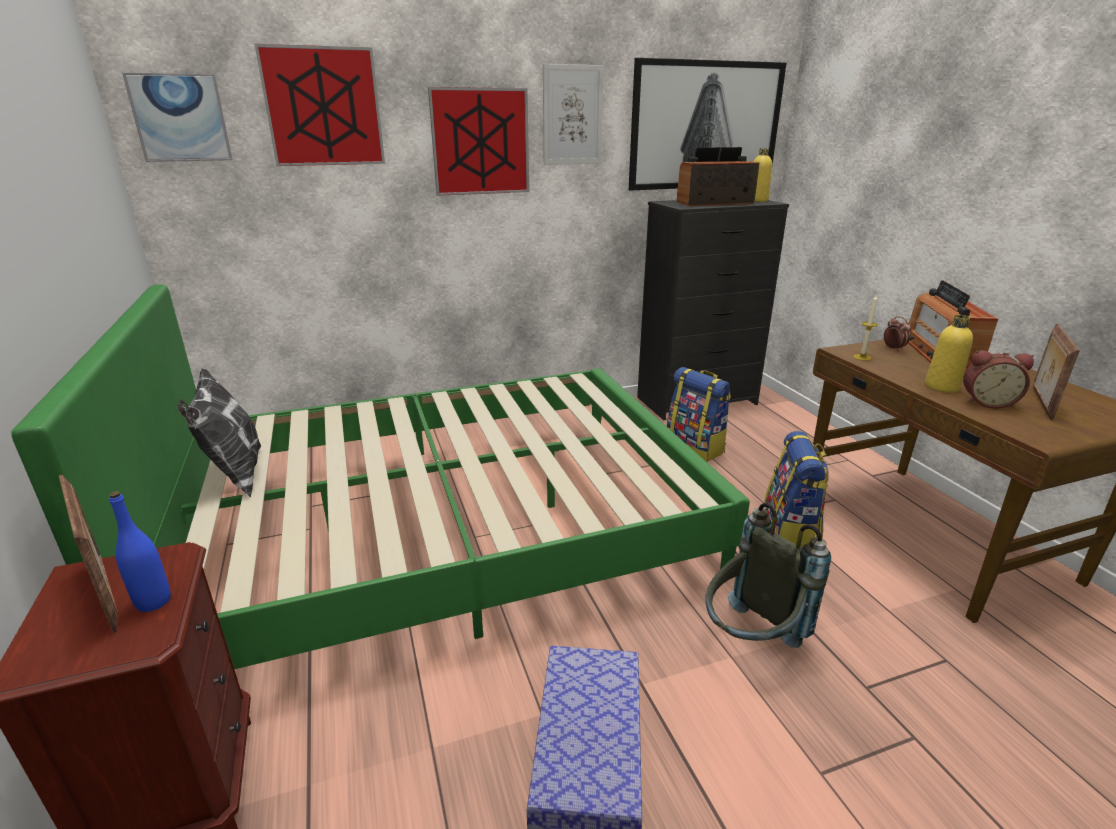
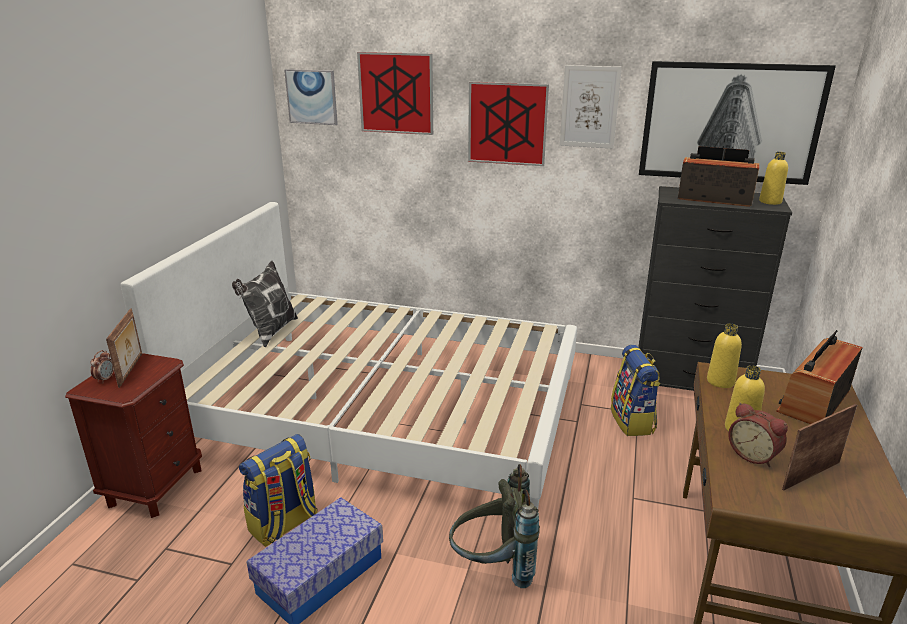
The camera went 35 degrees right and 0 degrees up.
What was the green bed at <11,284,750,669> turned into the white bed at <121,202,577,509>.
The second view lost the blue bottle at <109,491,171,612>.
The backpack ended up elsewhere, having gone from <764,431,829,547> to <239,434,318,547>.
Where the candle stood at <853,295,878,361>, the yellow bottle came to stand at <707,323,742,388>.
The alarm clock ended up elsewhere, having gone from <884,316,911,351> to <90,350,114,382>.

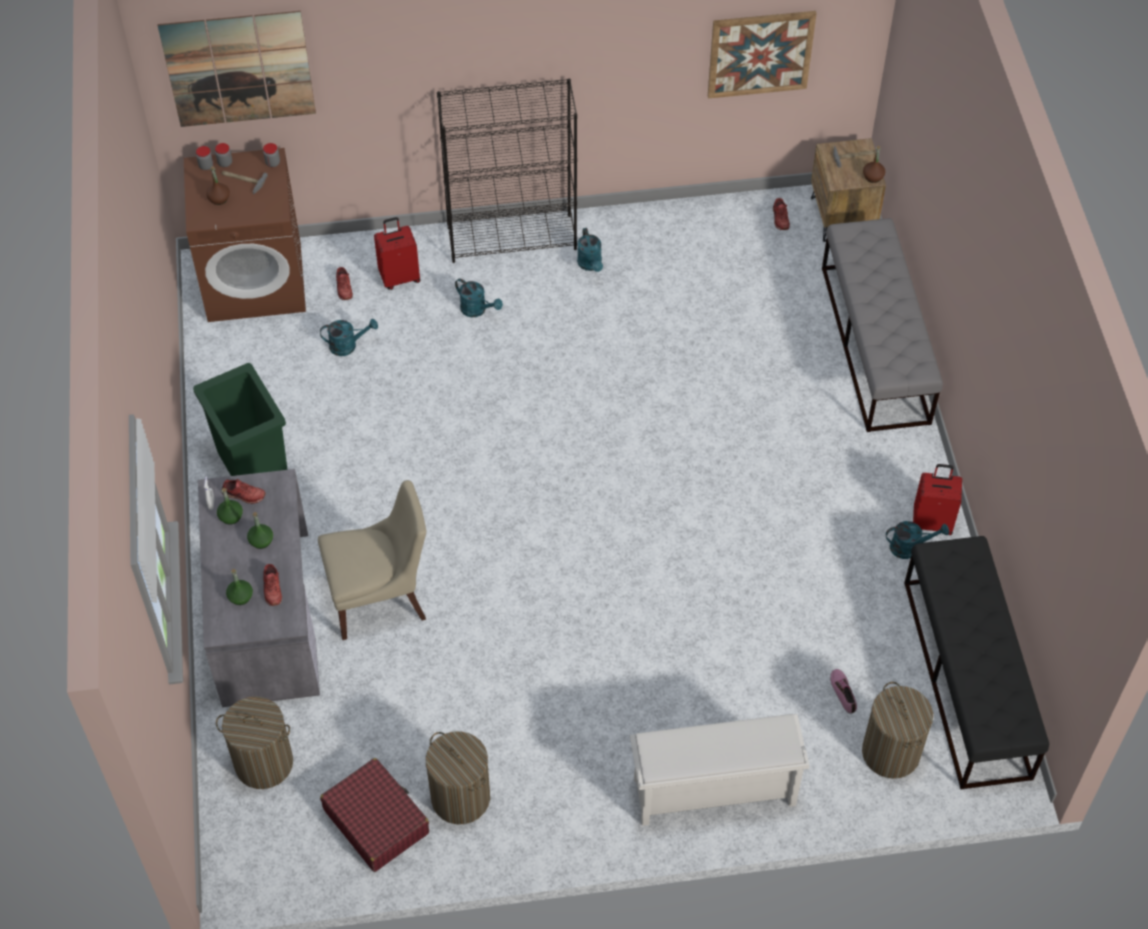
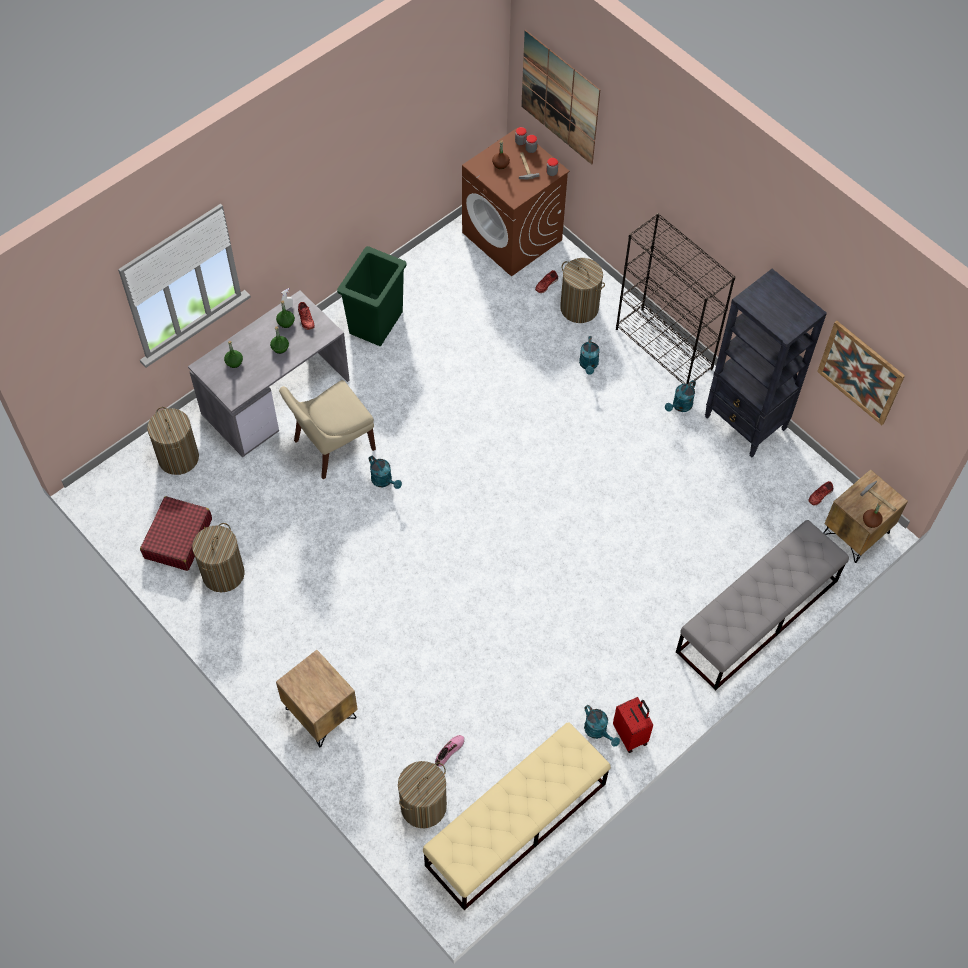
The camera went 55 degrees right and 5 degrees up.
The second view lost the red shoe at <263,564,282,606>.
The beige chair at <318,480,426,640> ended up facing another way, 105 degrees clockwise from before.
The turquoise watering can ended up elsewhere, having gone from <320,319,378,356> to <369,455,402,489>.
Where the red suitcase stood at <374,217,420,290>, the laundry basket came to stand at <560,258,605,323>.
Where the white shoe rack stood at <630,714,809,826>, the brown nightstand came to stand at <276,650,358,747>.
What was the black bench at <904,536,1049,790> turned into the beige bench at <423,722,611,911>.
The second view gained the black bookcase at <705,269,827,458>.

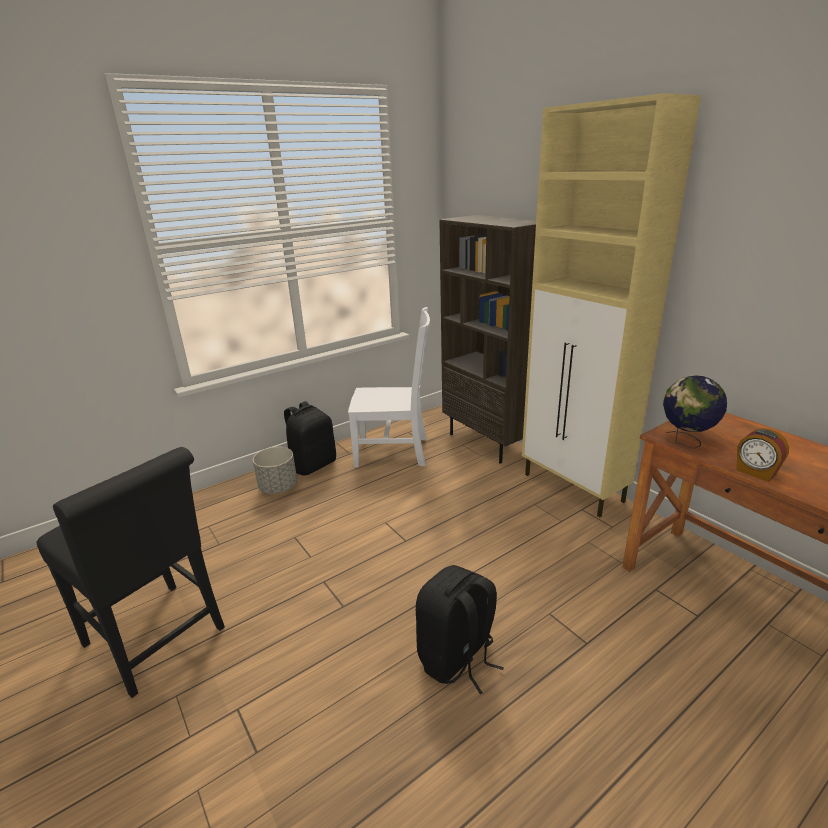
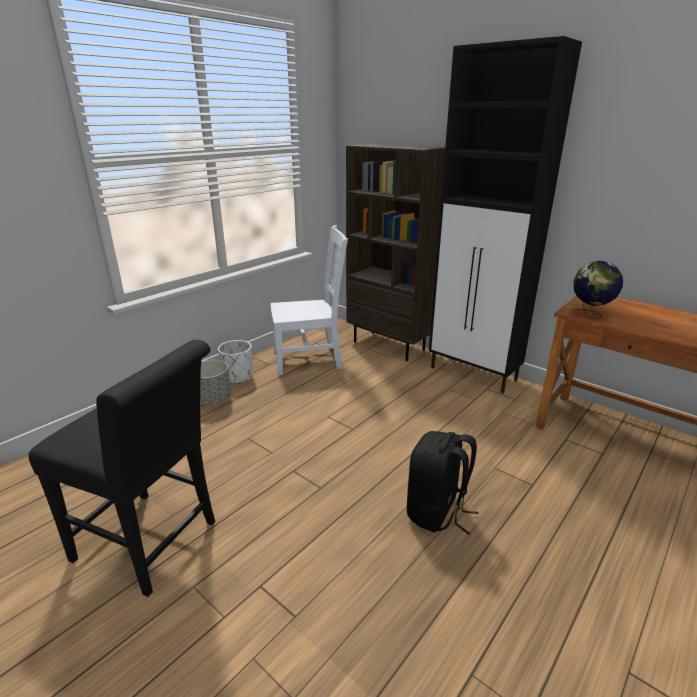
The camera went 15 degrees left and 0 degrees up.
Where the black backpack stood at <284,401,336,476>, the white planter came to stand at <218,340,253,384>.
What was the beige cabinet at <522,93,701,517> turned into the black cabinet at <429,36,582,393>.
The second view lost the alarm clock at <736,428,789,482>.

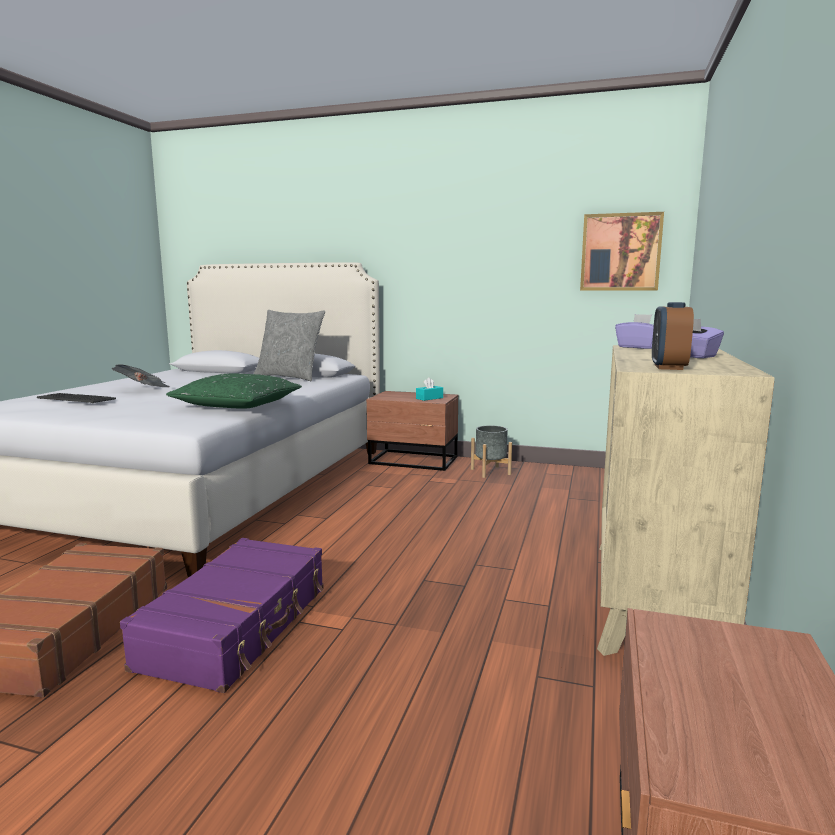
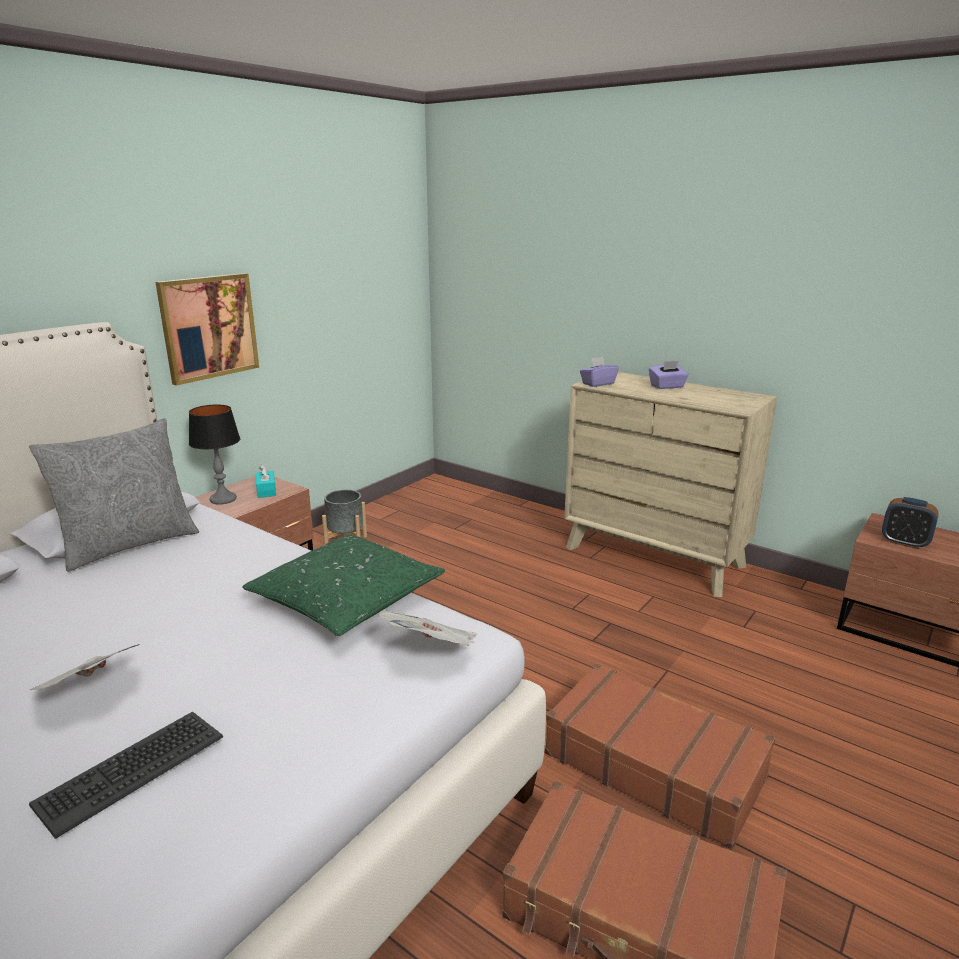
The camera went 70 degrees left and 10 degrees up.
What was the purple suitcase at <120,538,323,693> turned into the brown suitcase at <545,664,775,850>.
The picture ended up elsewhere, having gone from <580,212,664,291> to <155,273,259,386>.
The alarm clock ended up elsewhere, having gone from <652,302,694,370> to <882,497,939,549>.
The second view gained the table lamp at <189,405,240,504>.
The second view gained the newspaper at <378,611,477,646>.

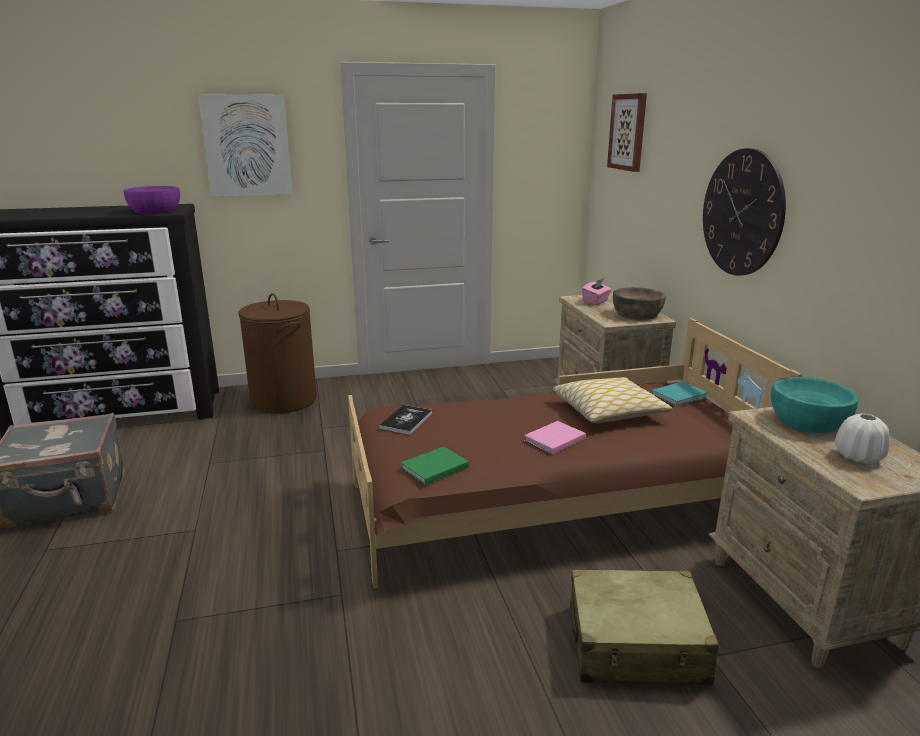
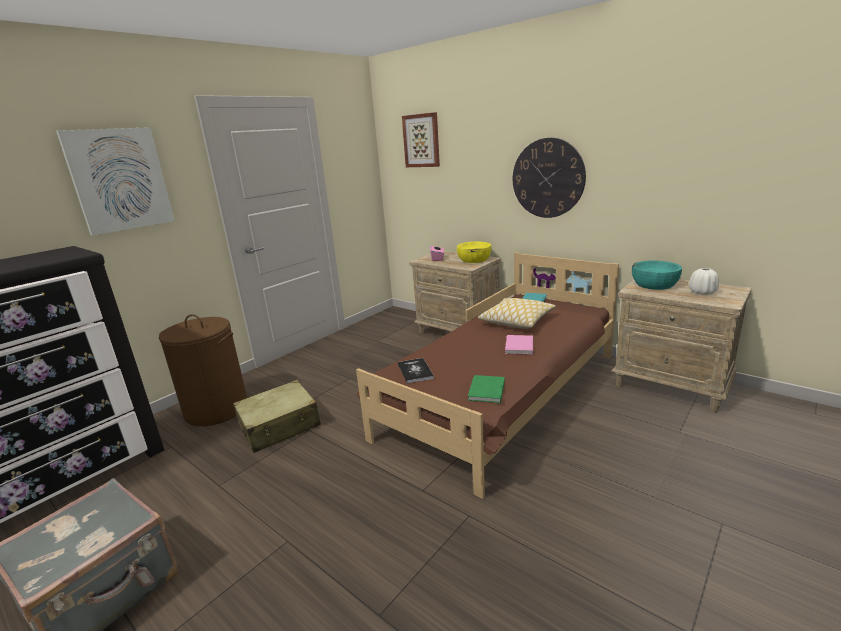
The camera went 35 degrees left and 0 degrees up.
The second view lost the purple bowl at <124,186,180,214>.
The beige suitcase ended up elsewhere, having gone from <570,570,719,685> to <233,380,321,453>.
What was the brown bowl at <613,287,665,320> turned into the yellow bowl at <457,242,491,263>.

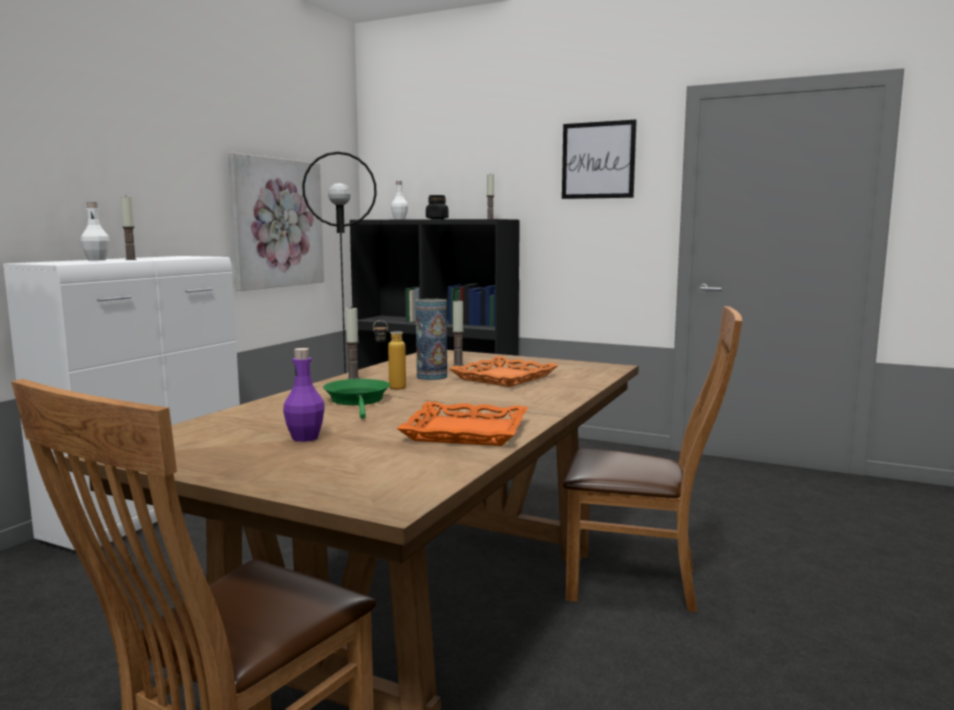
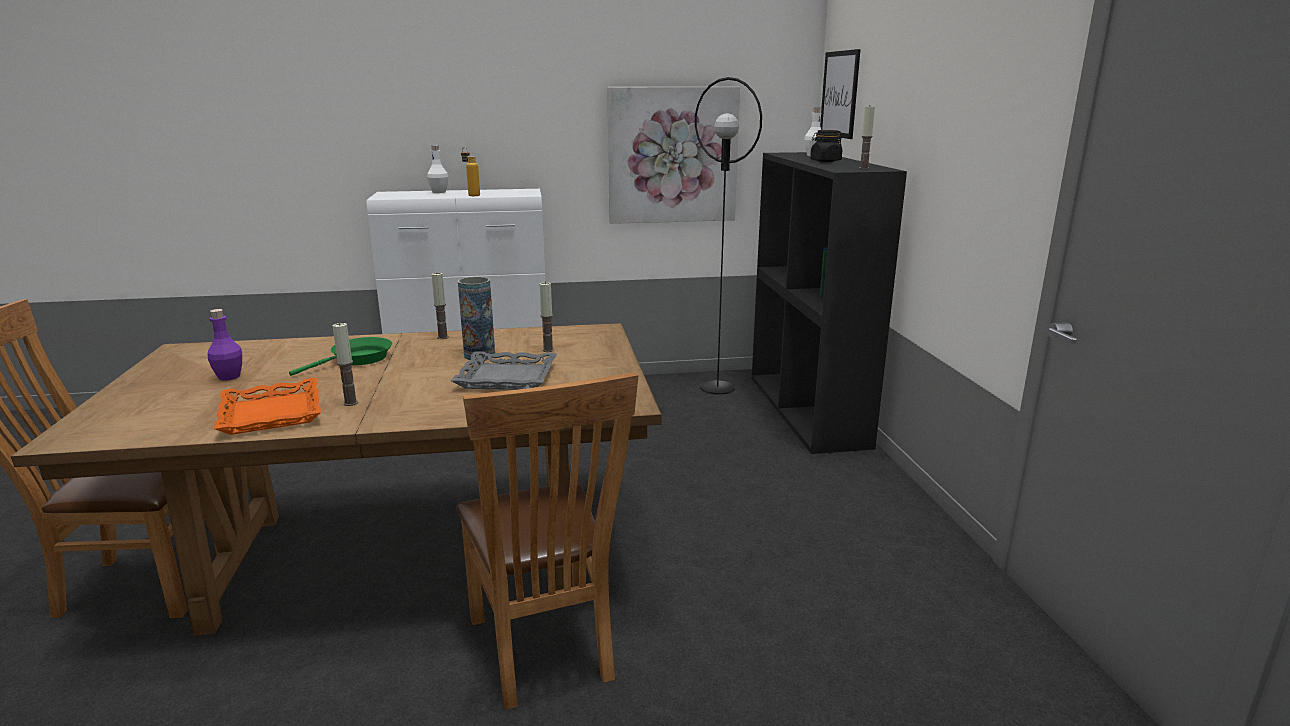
The camera went 55 degrees right and 10 degrees up.
The candle ended up elsewhere, having gone from <120,197,137,260> to <333,322,358,406>.
The bottle ended up elsewhere, having gone from <373,320,406,390> to <461,147,480,196>.
What was the orange tray at <449,356,559,387> turned into the grey tray at <451,351,557,390>.
The picture ended up elsewhere, having gone from <562,120,637,199> to <820,49,861,139>.

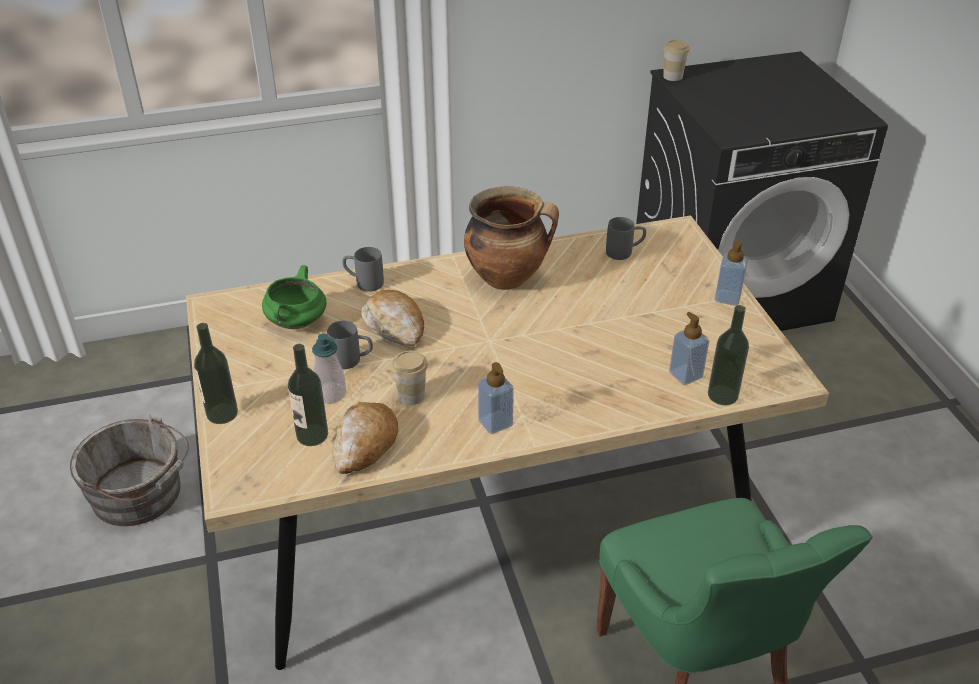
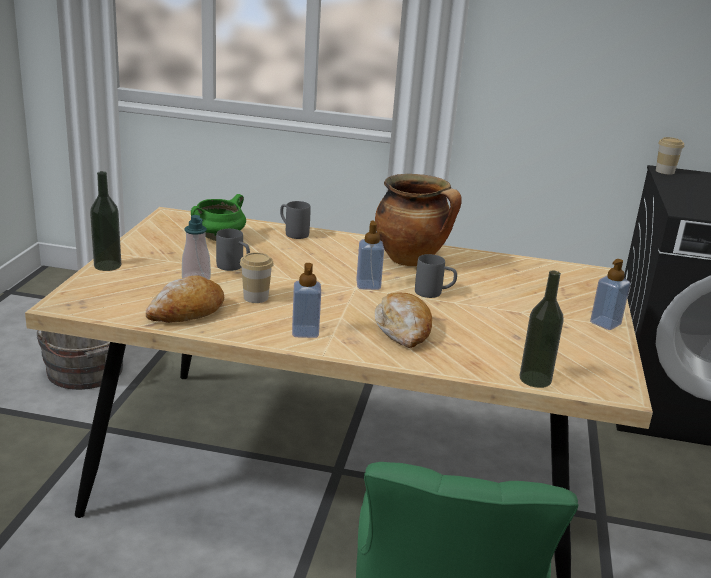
The camera went 25 degrees right and 15 degrees down.
The second view lost the bottle at <288,344,328,446>.
The bread ended up elsewhere, having gone from <361,290,424,346> to <375,293,432,348>.
The grey mug ended up elsewhere, having gone from <606,217,646,260> to <415,254,457,298>.
The soap dispenser ended up elsewhere, having gone from <669,312,709,385> to <356,221,384,290>.

